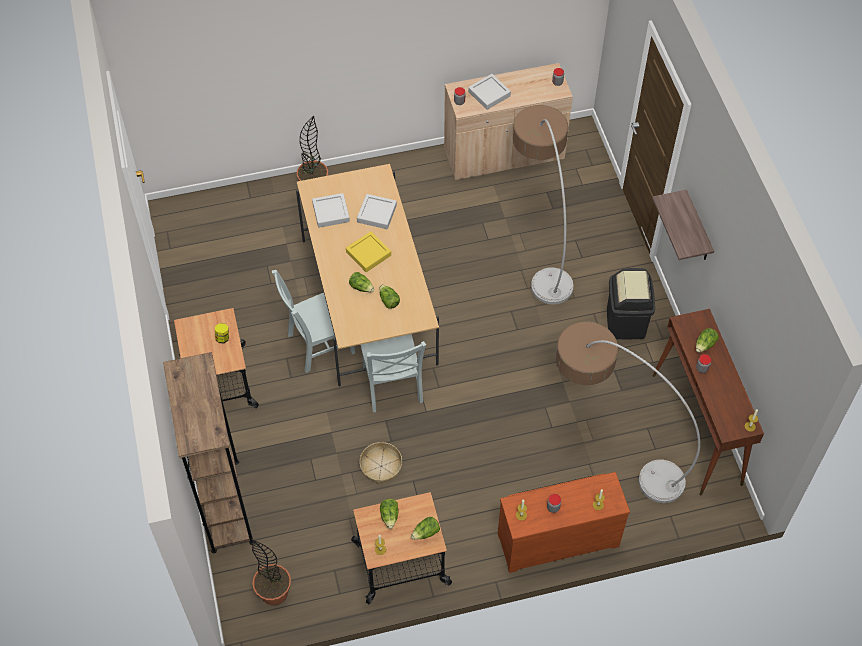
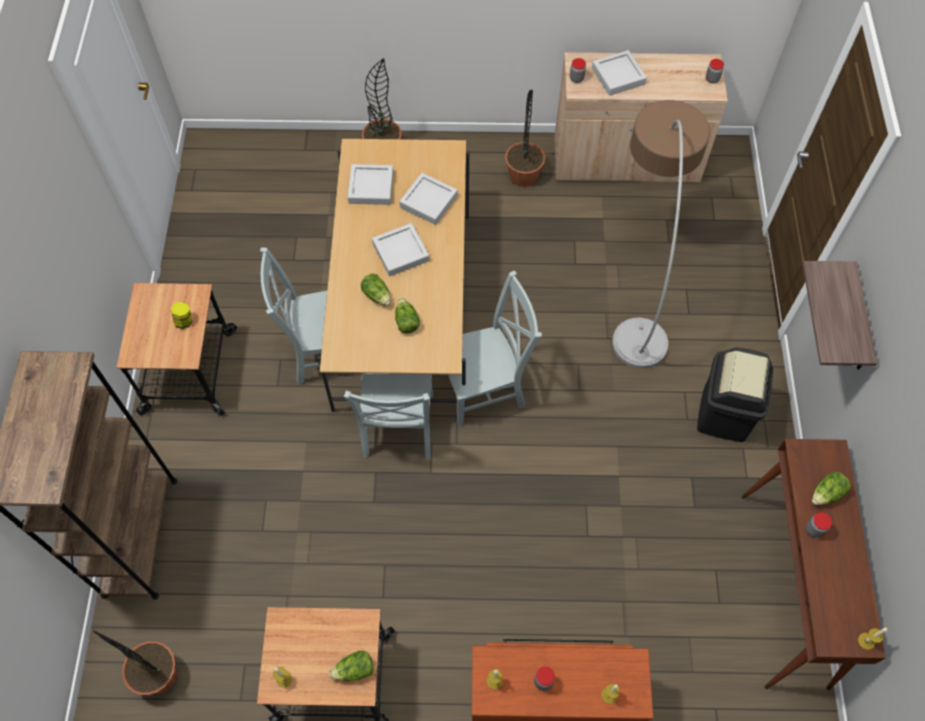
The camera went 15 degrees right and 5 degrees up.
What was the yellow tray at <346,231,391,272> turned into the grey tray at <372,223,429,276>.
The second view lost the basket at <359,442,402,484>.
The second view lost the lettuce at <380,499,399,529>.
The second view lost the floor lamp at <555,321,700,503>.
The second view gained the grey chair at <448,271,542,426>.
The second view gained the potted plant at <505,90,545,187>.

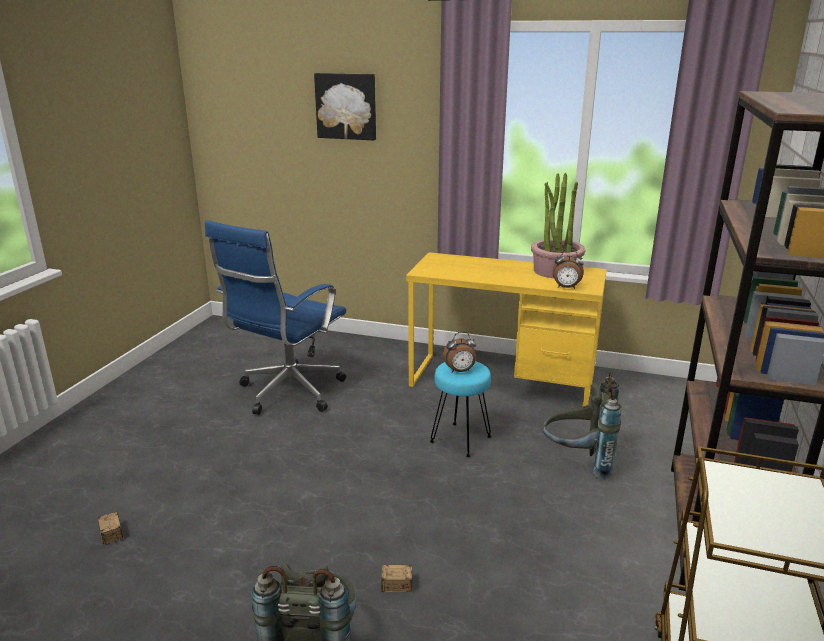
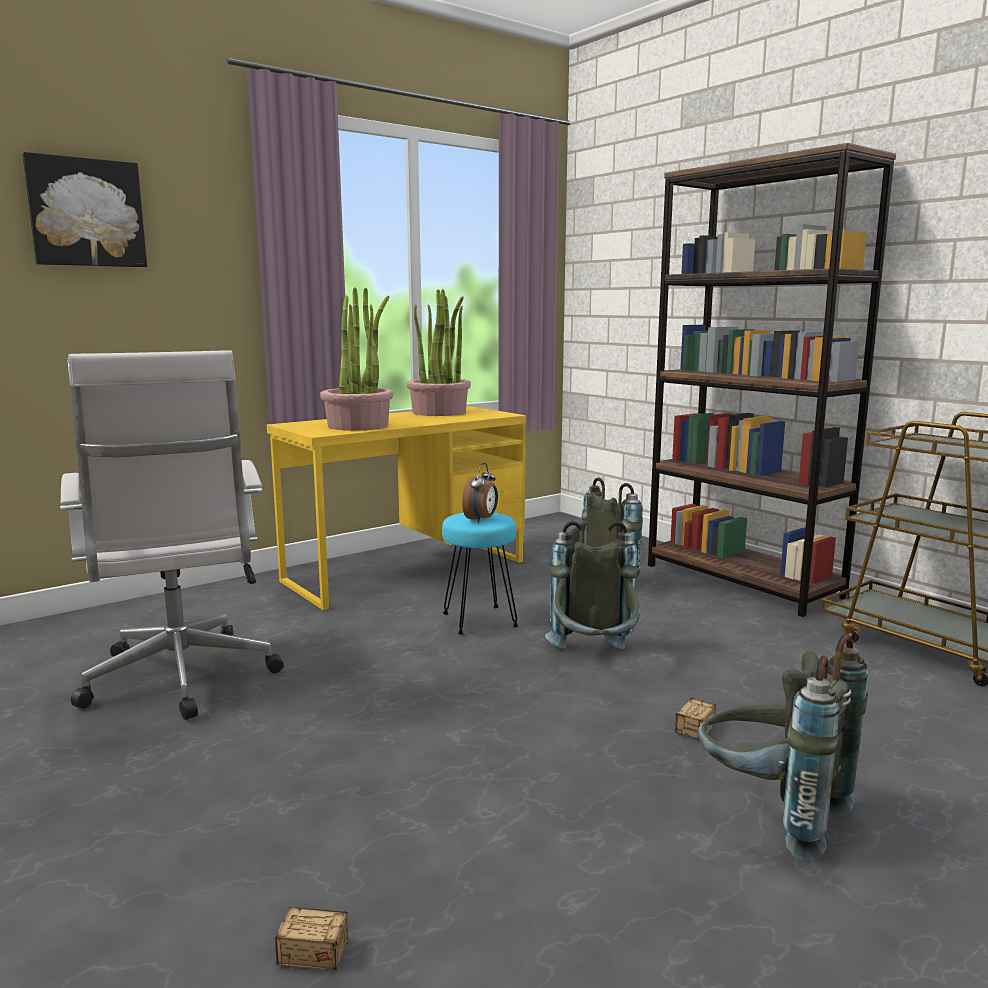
The camera went 55 degrees left and 10 degrees down.
What was the blue office chair at <205,220,346,415> turned into the white office chair at <60,350,284,720>.
The second view lost the alarm clock at <553,249,584,289>.
The second view gained the potted plant at <320,287,393,431>.
The second view gained the grey backpack at <545,521,640,649>.

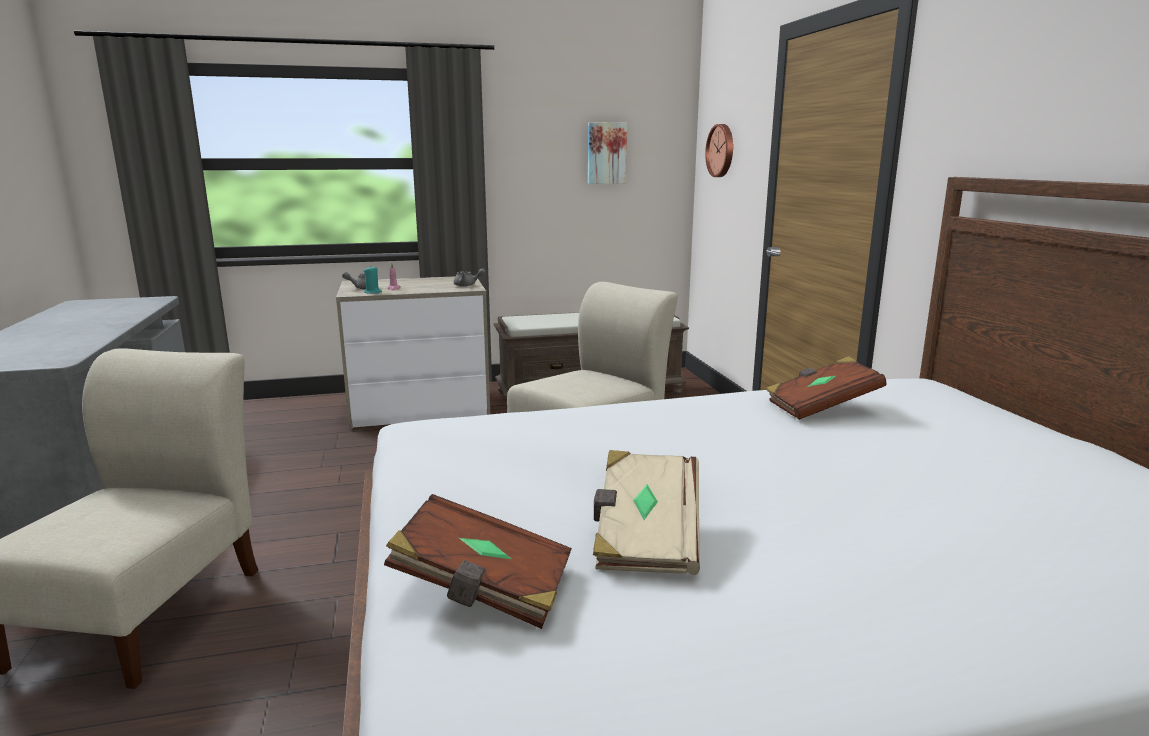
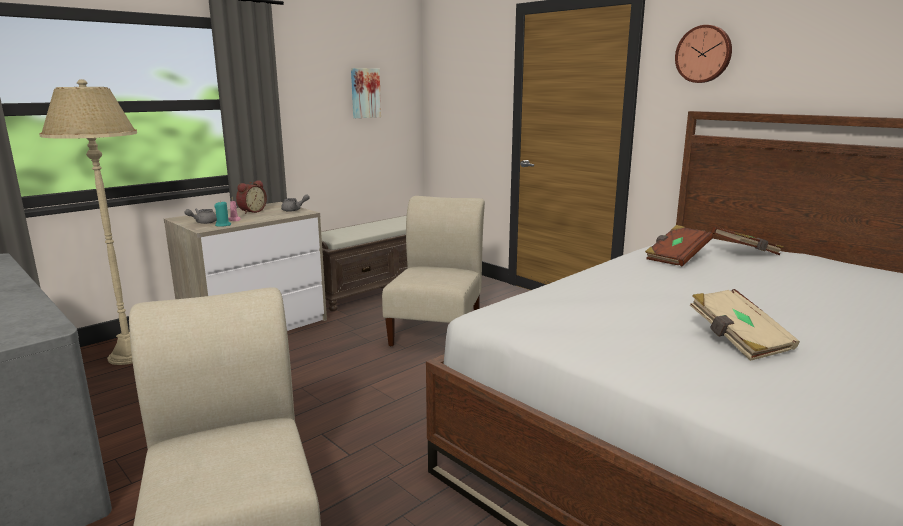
The camera went 30 degrees left and 0 degrees up.
The brown book ended up elsewhere, having gone from <384,494,572,629> to <711,226,784,255>.
The wall clock ended up elsewhere, having gone from <705,124,733,177> to <675,25,732,83>.
The second view gained the beige floor lamp at <39,79,137,365>.
The second view gained the alarm clock at <236,180,267,214>.

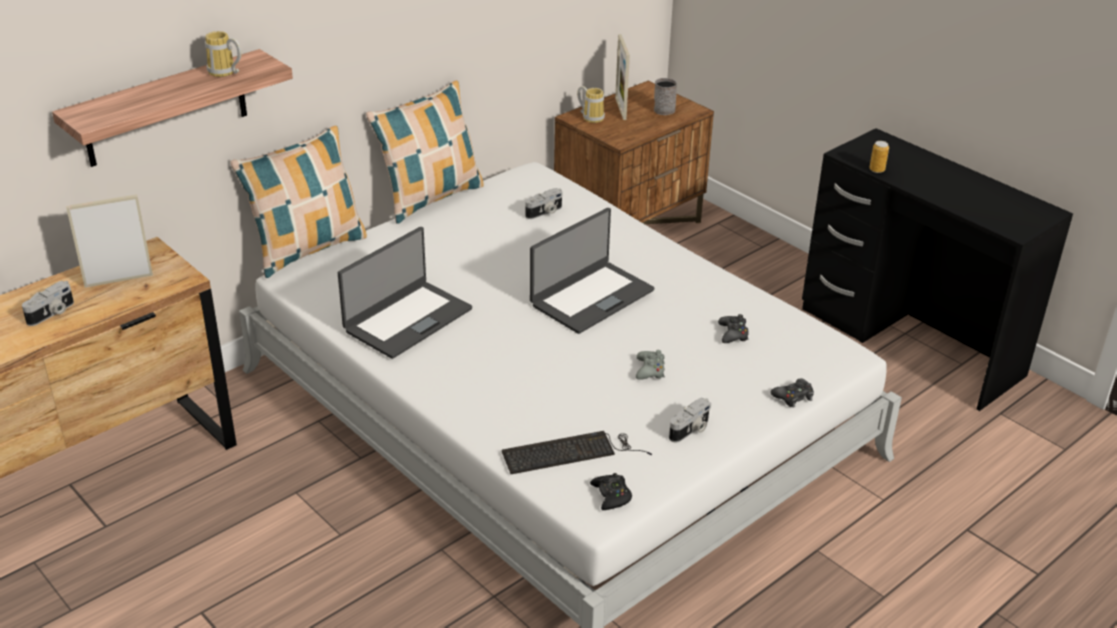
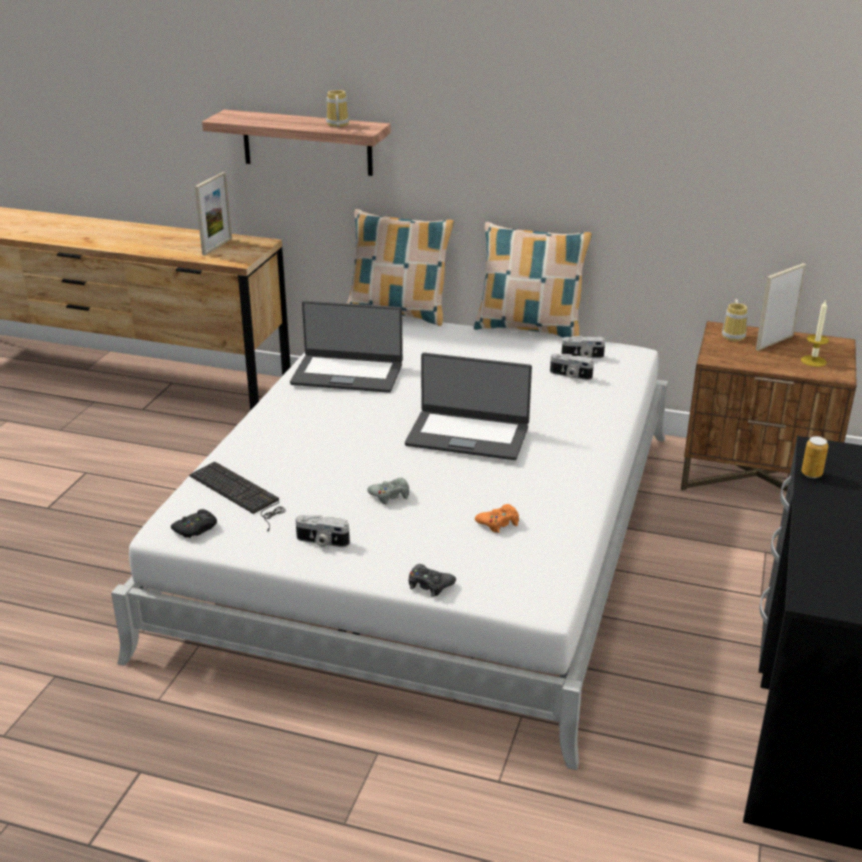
The camera went 60 degrees right and 5 degrees down.
The photo camera ended up elsewhere, having gone from <22,281,74,326> to <562,336,605,358>.
The picture frame at <66,194,153,288> ended up facing another way, 75 degrees clockwise from before.
Where the grey mug stood at <654,78,677,115>, the candle came to stand at <801,299,829,367>.
What was the black game controller at <718,314,749,343> turned into the orange game controller at <475,504,519,533>.

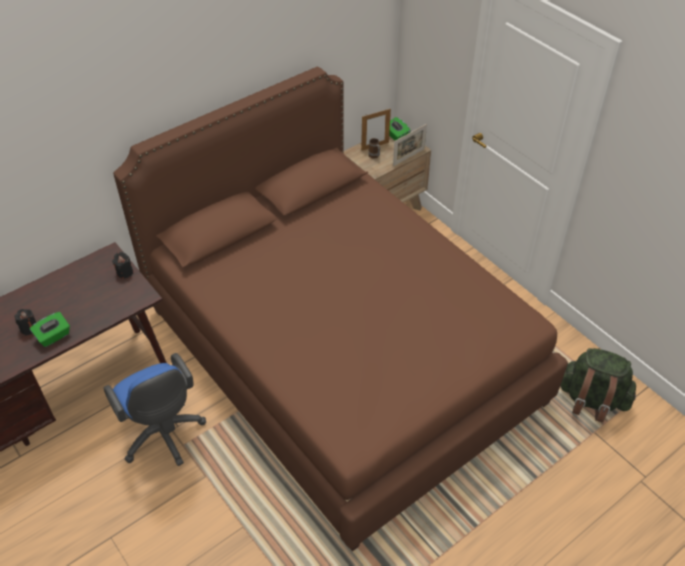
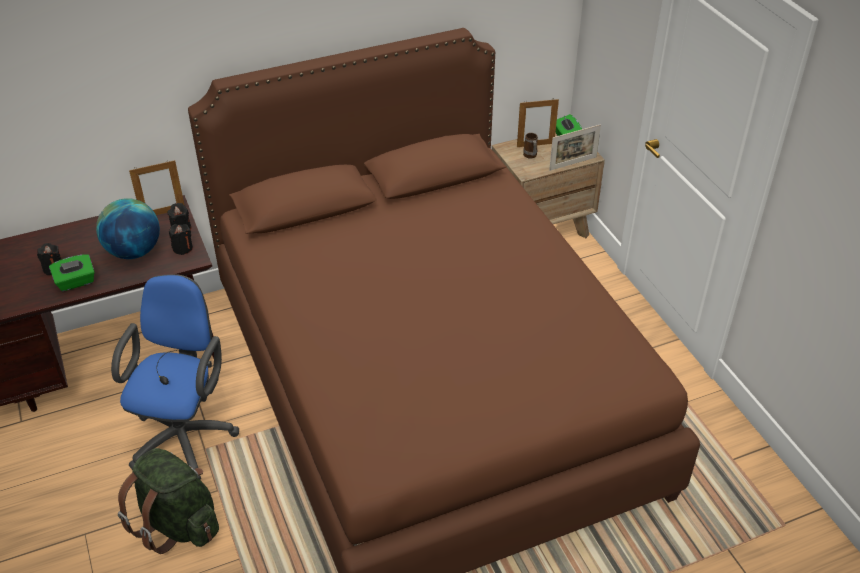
The camera went 15 degrees right and 5 degrees down.
The blue office chair at <103,353,206,466> ended up facing another way, 150 degrees counterclockwise from before.
The green backpack ended up elsewhere, having gone from <561,348,636,422> to <118,448,219,554>.
The second view gained the globe at <96,198,160,259>.
The second view gained the picture frame at <129,160,185,215>.
The second view gained the black candle at <169,224,193,255>.

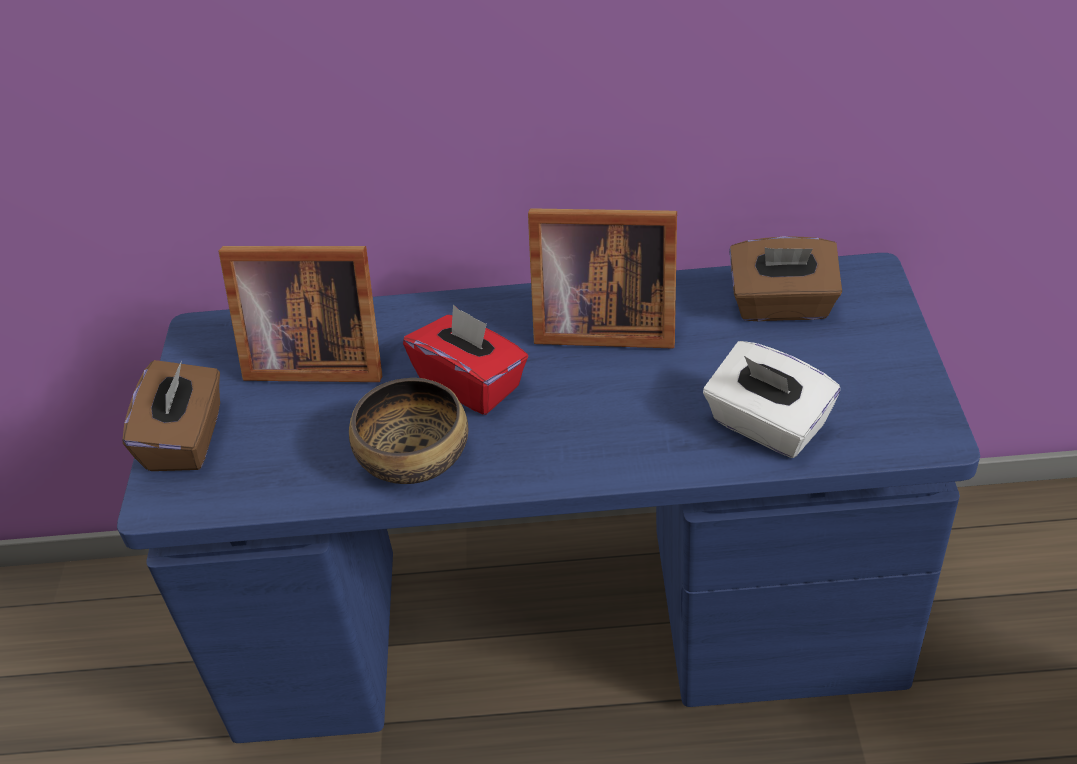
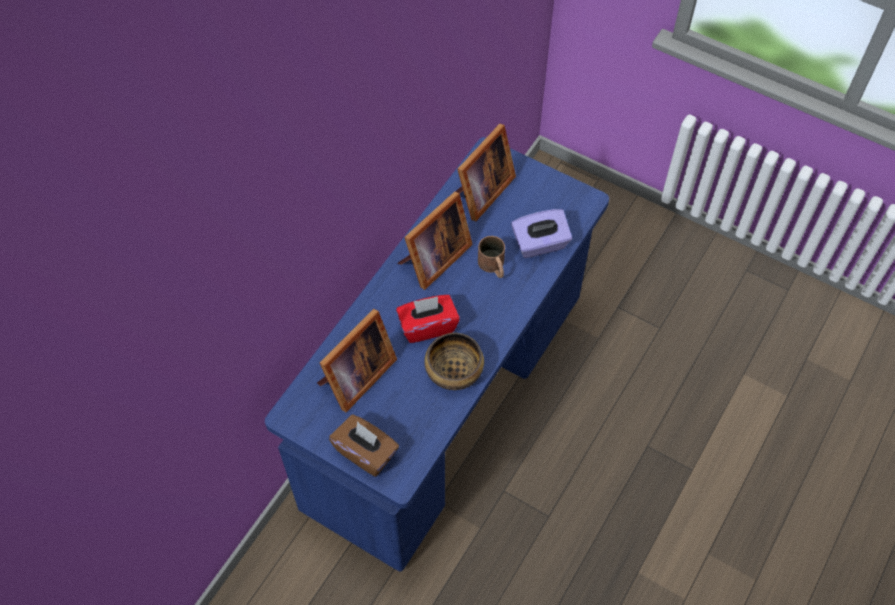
The camera went 60 degrees left and 15 degrees up.
What was the white tissue box at <703,341,840,458> turned into the purple tissue box at <511,209,572,258>.
Where the brown tissue box stood at <729,236,842,321>, the picture frame came to stand at <446,124,516,221>.
The second view gained the brown mug at <478,236,505,278>.

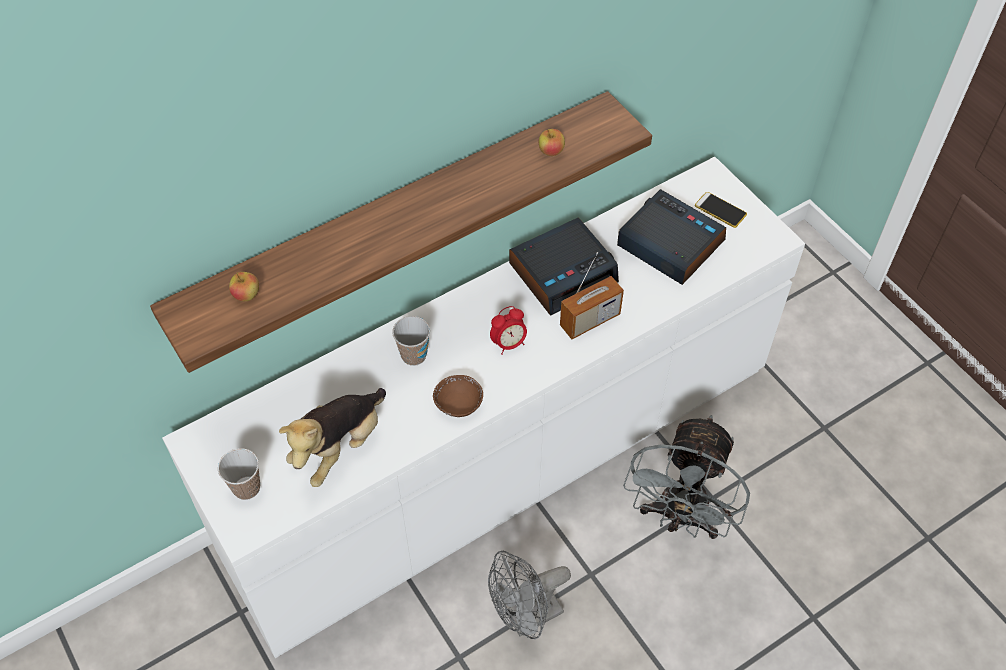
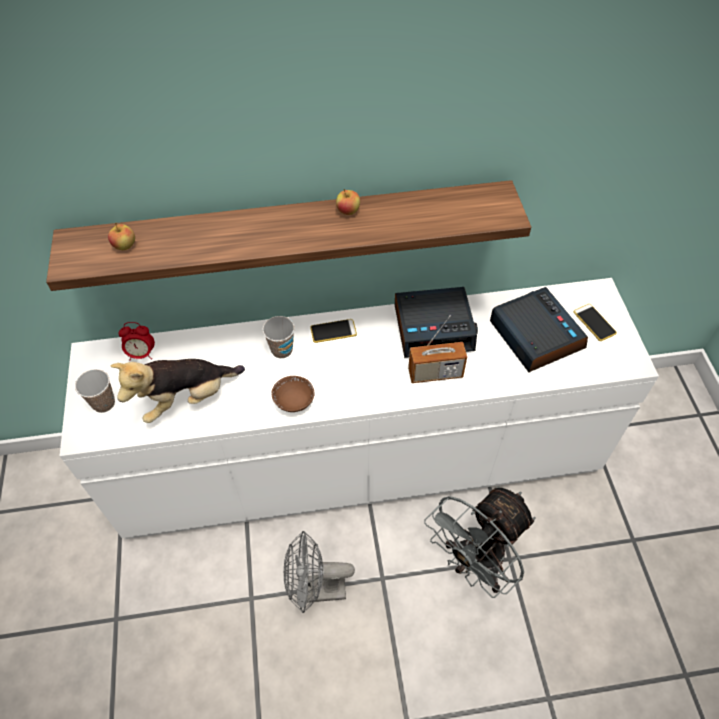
The camera went 25 degrees right and 0 degrees up.
The alarm clock ended up elsewhere, having gone from <490,306,527,355> to <119,322,155,361>.
The apple ended up elsewhere, having gone from <539,129,565,156> to <336,189,360,215>.
The second view gained the phone at <310,319,357,343>.

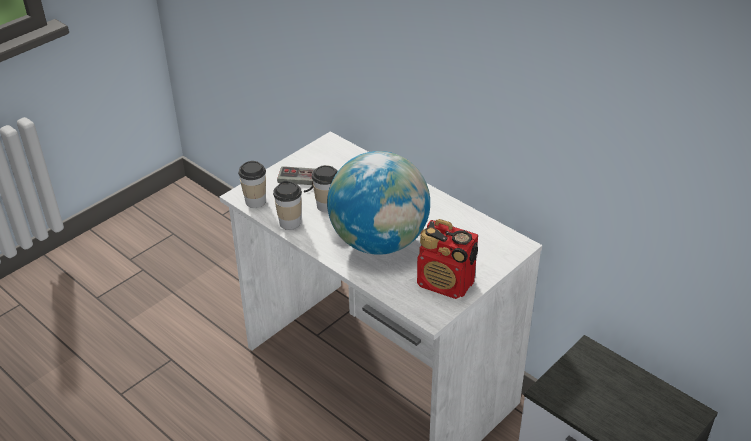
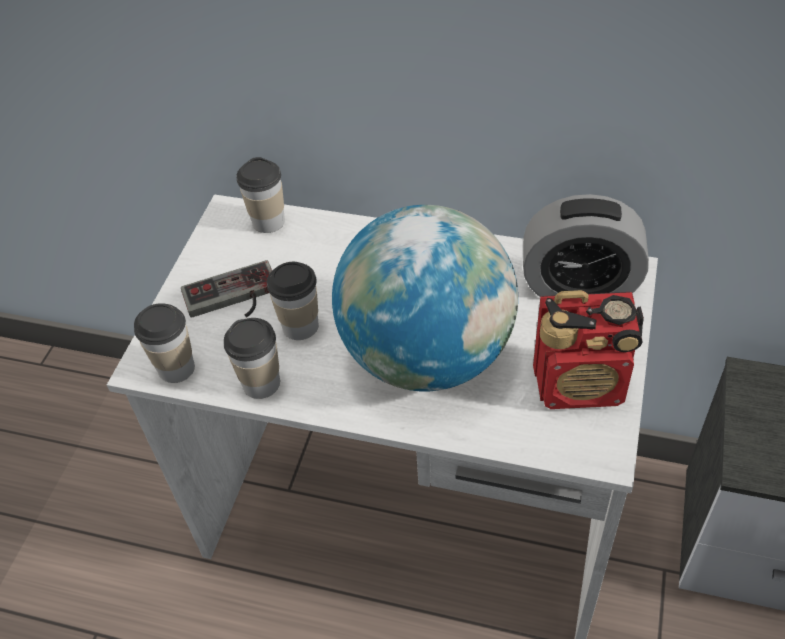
The camera went 25 degrees left and 10 degrees up.
The second view gained the cup at <236,157,285,233>.
The second view gained the alarm clock at <523,194,649,297>.

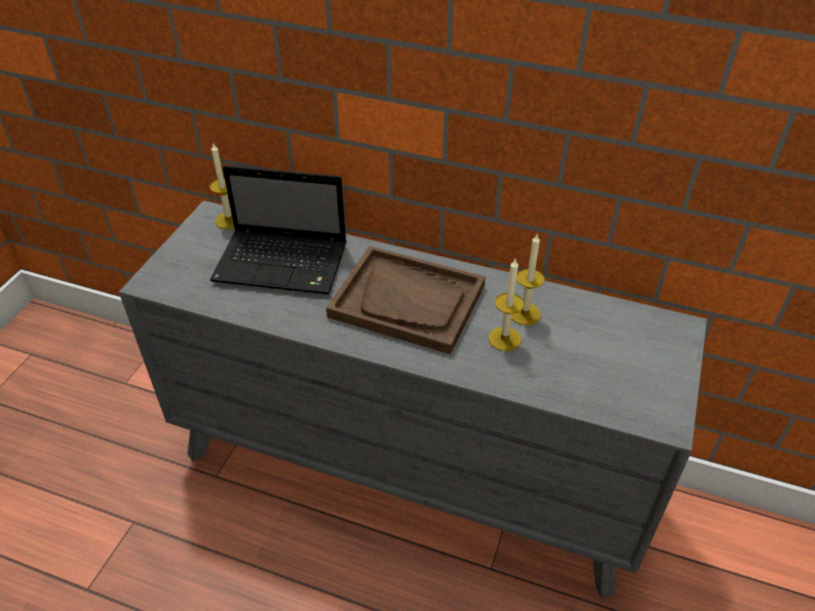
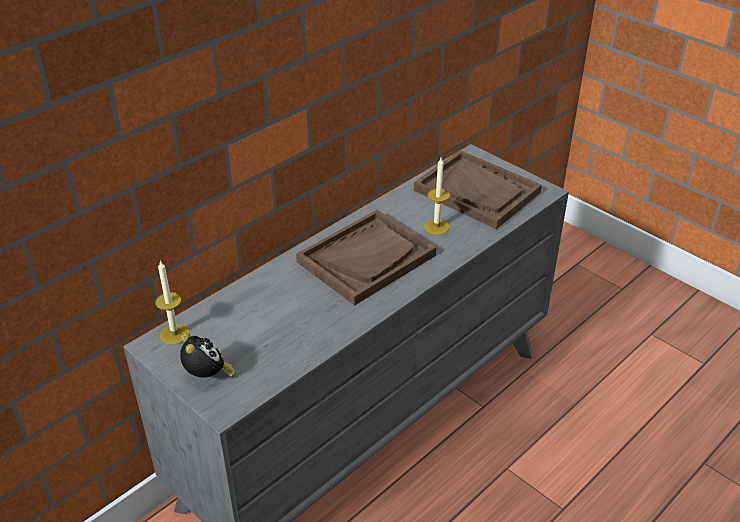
The camera went 65 degrees left and 5 degrees down.
The second view lost the laptop at <210,165,347,294>.
The second view lost the candle at <512,233,545,325>.
The second view gained the alarm clock at <180,333,236,378>.
The second view gained the brown tray at <414,150,542,229>.

